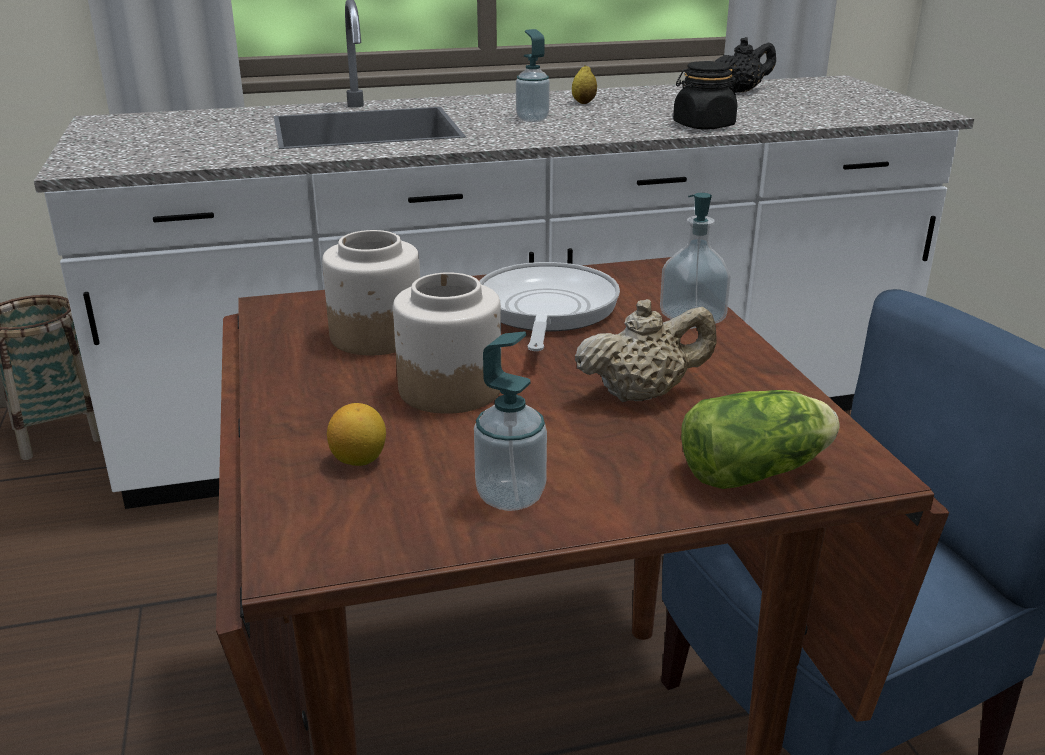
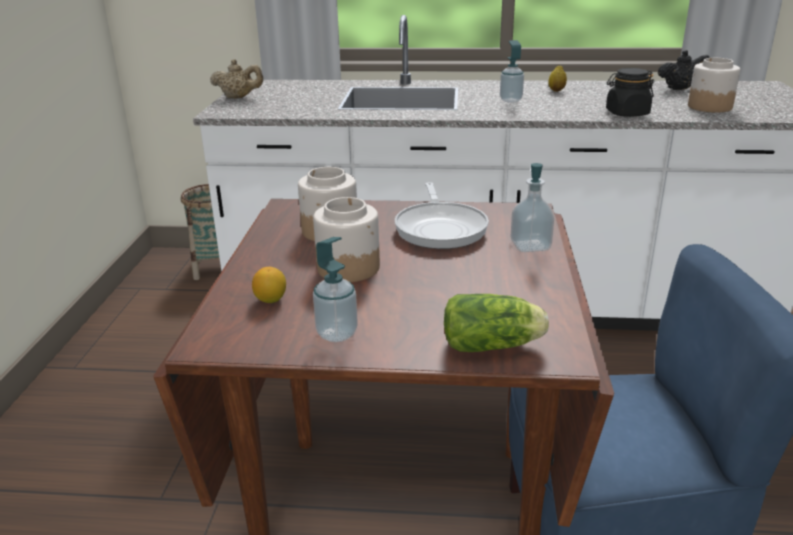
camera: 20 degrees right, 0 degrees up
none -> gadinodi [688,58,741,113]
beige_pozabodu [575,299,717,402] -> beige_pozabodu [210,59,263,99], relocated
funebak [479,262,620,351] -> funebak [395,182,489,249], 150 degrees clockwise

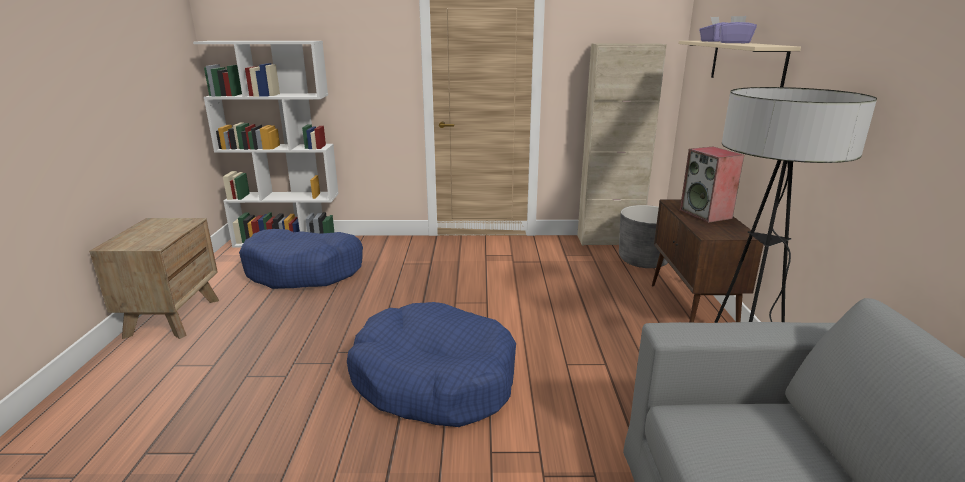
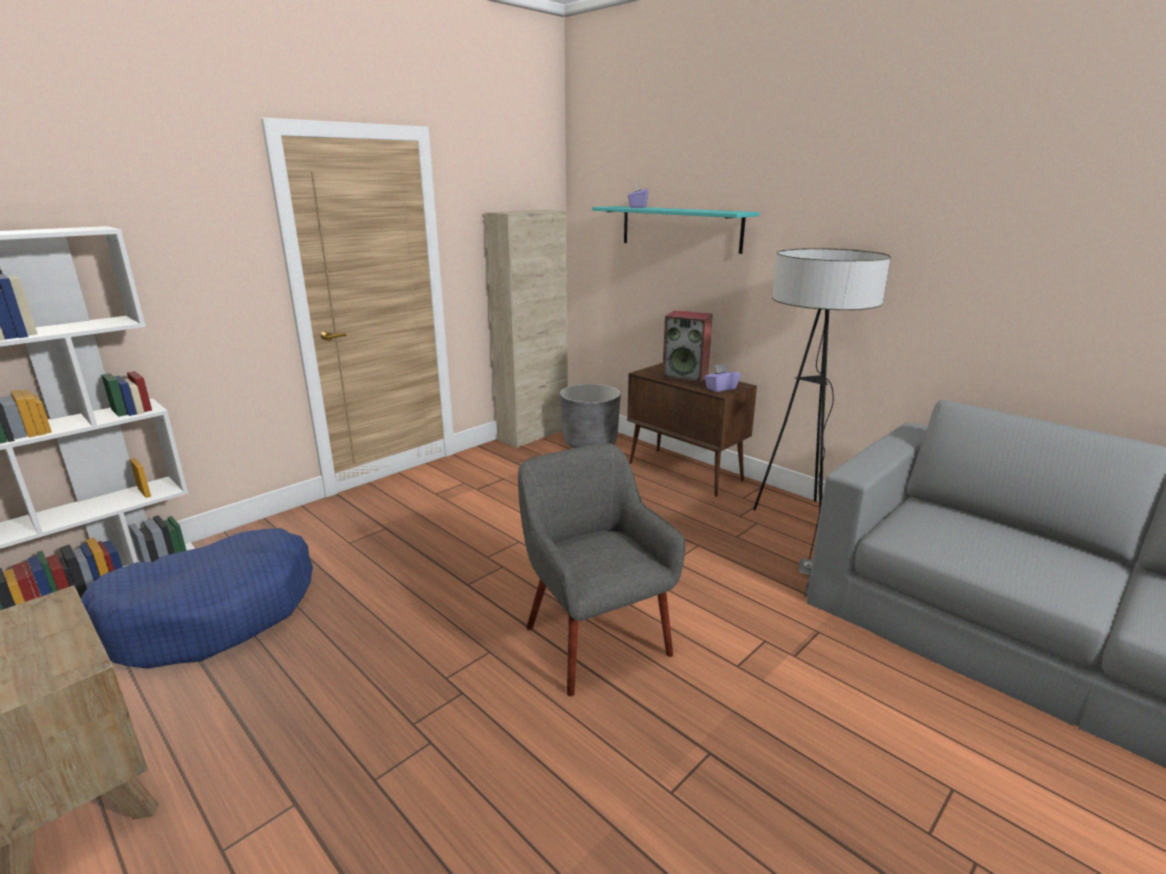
camera: 45 degrees left, 0 degrees up
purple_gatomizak [719,16,757,43] -> purple_gatomizak [704,363,741,392], relocated
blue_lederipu [347,302,516,427] -> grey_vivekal [518,443,685,696]
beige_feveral [678,41,801,87] -> turquoise_feveral [592,206,759,254]

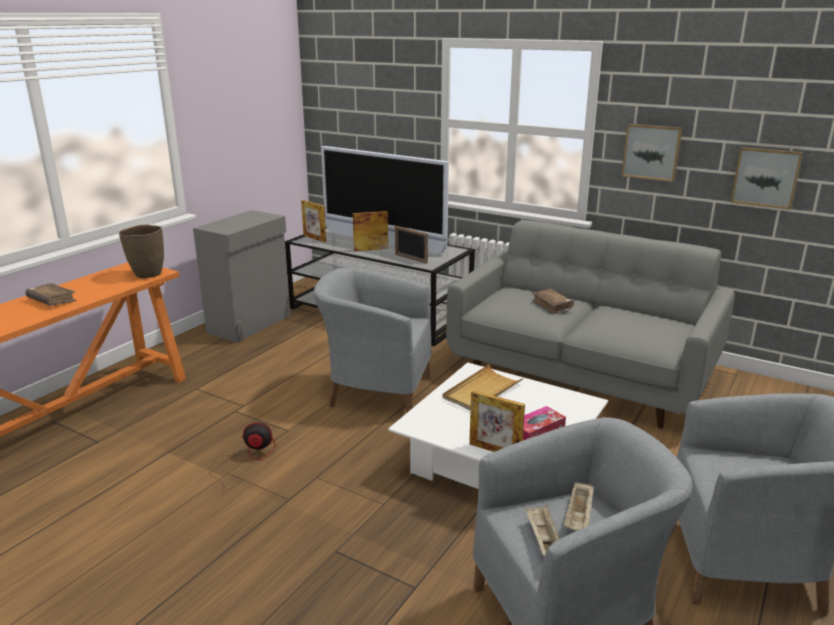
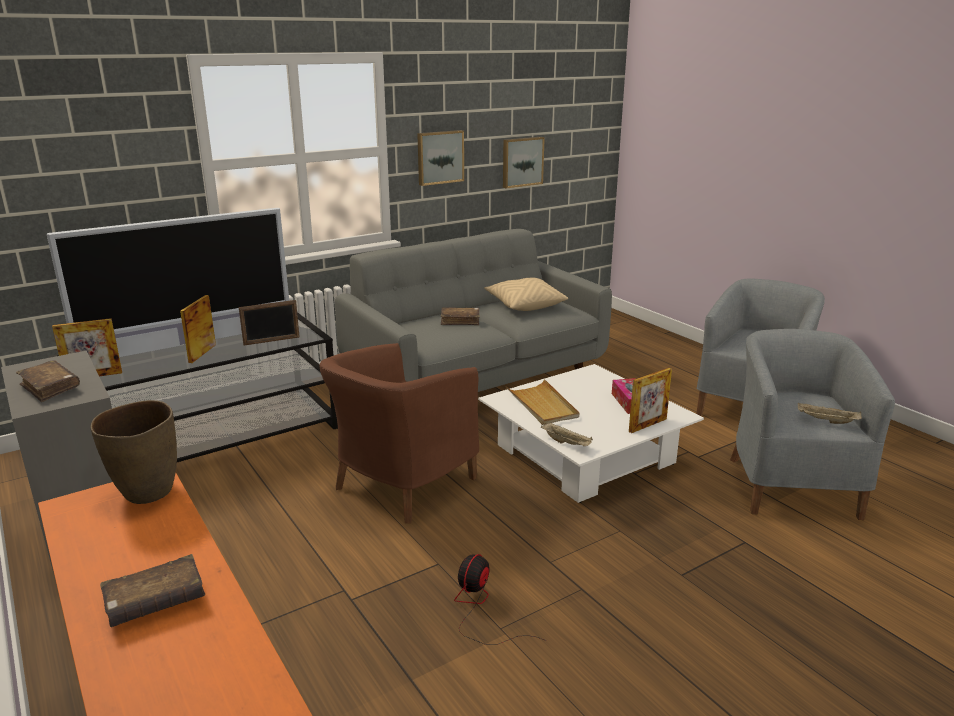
camera: 65 degrees left, 0 degrees up
none -> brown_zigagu [16,360,80,402]
none -> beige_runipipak [484,278,568,311]
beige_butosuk [564,480,594,530] -> beige_butosuk [541,422,593,446], relocated
grey_vivekal [314,268,431,412] -> brown_vivekal [319,343,479,524]

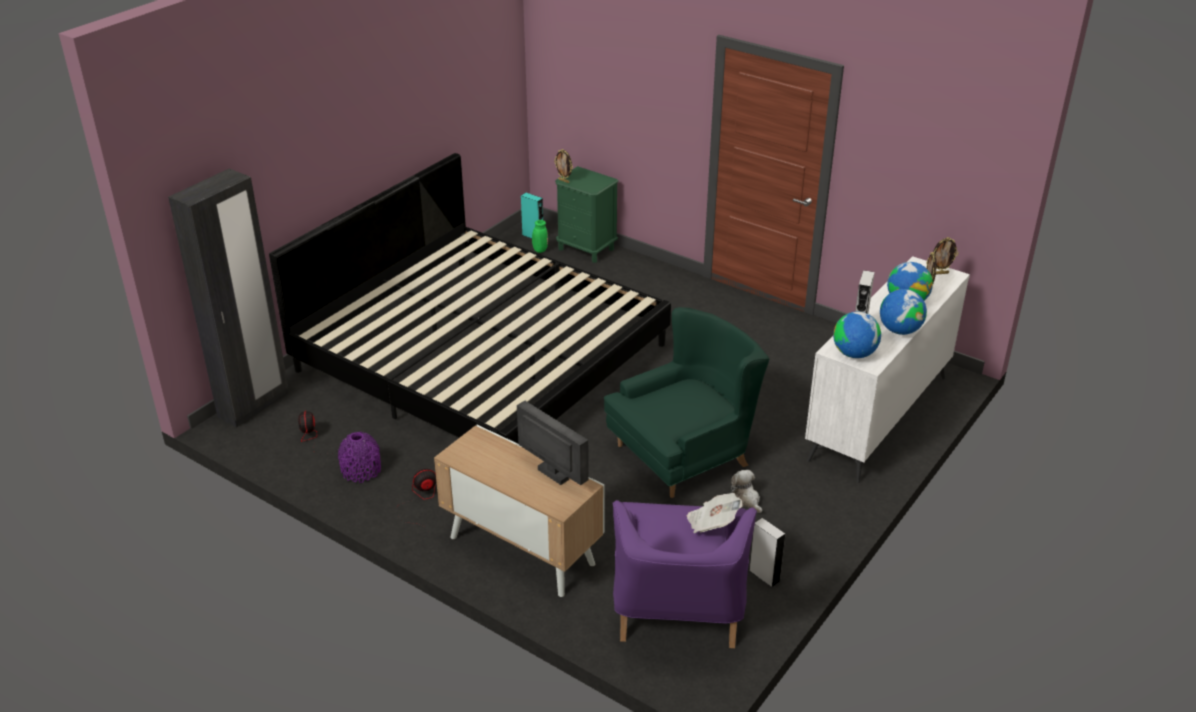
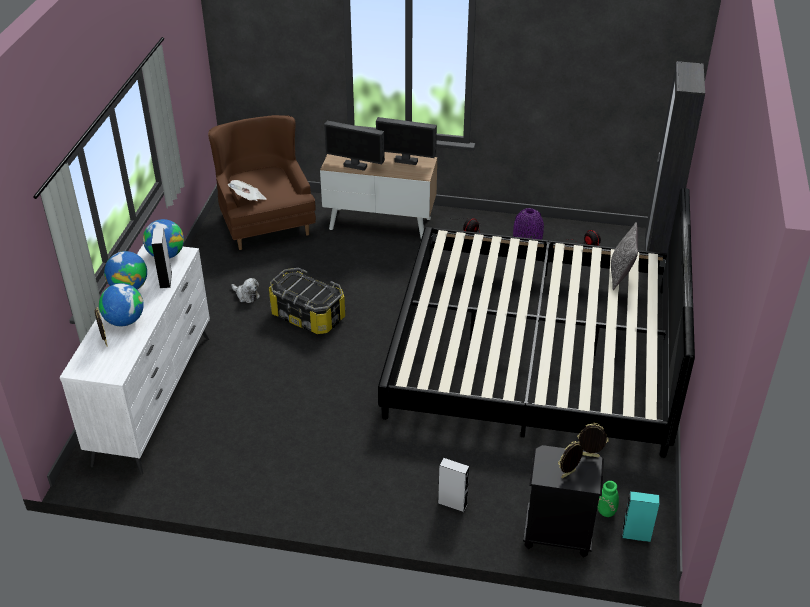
camera: 155 degrees right, 5 degrees up
none -> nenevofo [376,117,437,165]
none -> runipipak [611,222,638,290]
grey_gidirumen [749,518,785,588] -> grey_gidirumen [438,458,469,513], relocated
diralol [933,237,958,274] -> diralol [558,441,583,478], relocated
green_vivekal [604,307,770,498] -> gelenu [269,268,345,334]
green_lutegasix [555,166,619,263] -> black_lutegasix [523,445,604,558]
purple_vivekal [612,500,757,648] -> brown_vivekal [208,115,316,250]

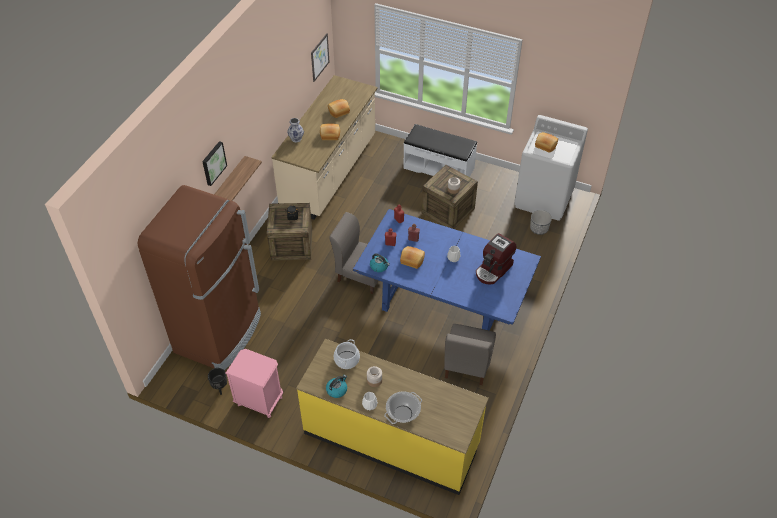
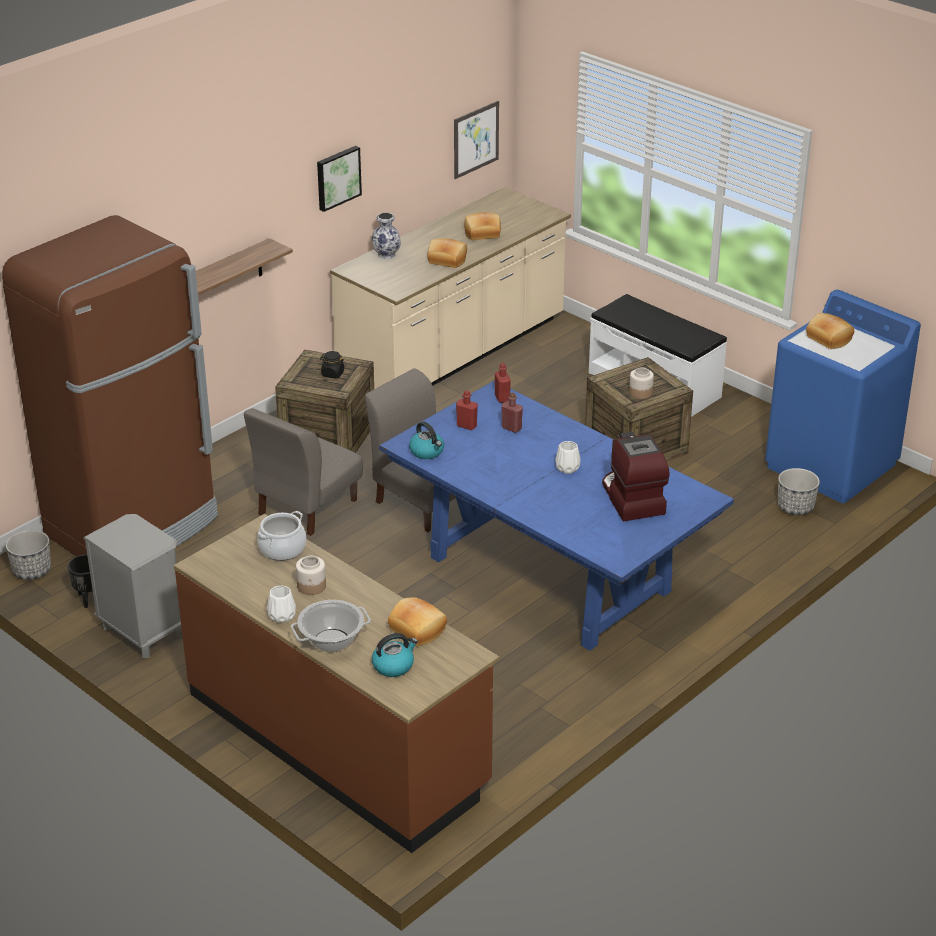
camera: 20 degrees right, 15 degrees down
none -> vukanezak [5,530,51,580]
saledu [202,141,227,186] -> saledu [317,146,362,212], relocated
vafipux [326,375,347,398] -> vafipux [372,633,418,677], relocated
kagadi [400,246,425,269] -> kagadi [388,597,447,646], relocated
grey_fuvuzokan [444,324,496,386] -> grey_fuvuzokan [244,408,363,536], relocated
pink_lutegasix [226,349,283,418] -> grey_lutegasix [83,514,183,658]
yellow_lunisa [296,339,489,495] -> brown_lunisa [174,514,499,853]
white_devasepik [514,115,588,221] -> blue_devasepik [765,290,921,503]
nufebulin [476,233,516,284] -> nufebulin [602,432,670,522], 105 degrees clockwise

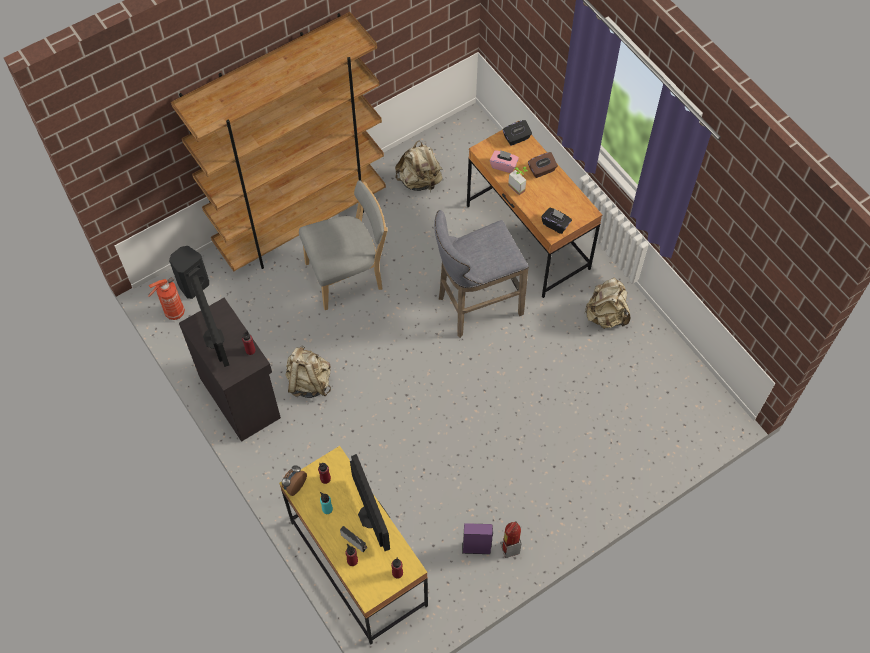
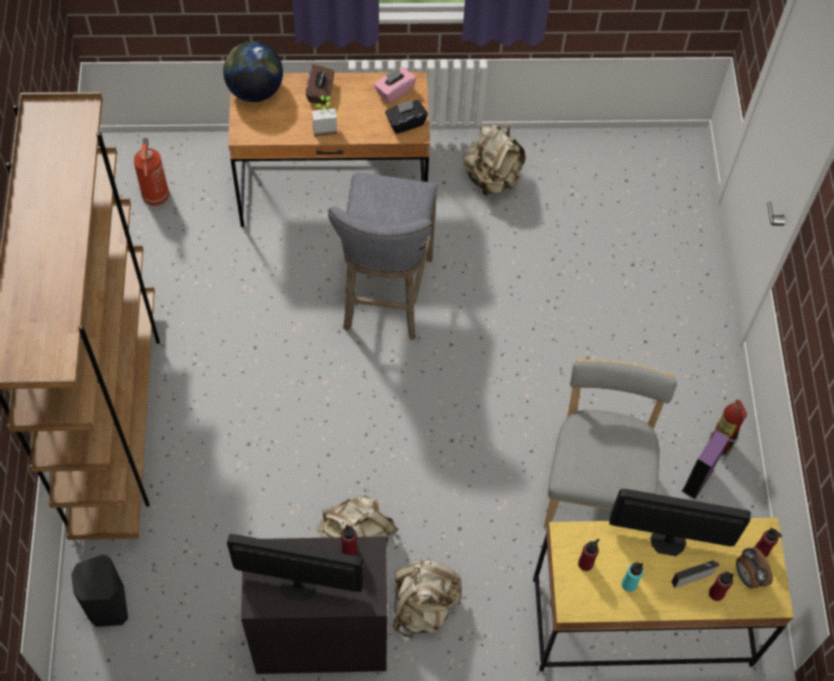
camera: 60 degrees left, 0 degrees up
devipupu [148,277,185,320] -> devipupu [134,138,170,206], relocated
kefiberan [282,465,307,496] -> kefiberan [736,547,773,589], relocated
grey_fuvuzokan [299,180,387,310] -> grey_fuvuzokan [544,358,677,528], relocated
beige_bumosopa [395,140,443,191] -> beige_bumosopa [393,559,462,637], relocated
pink_gatomizak [490,150,519,173] -> pink_gatomizak [374,67,416,104], relocated
black_gatomizak [503,120,532,146] -> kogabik [223,42,283,102]

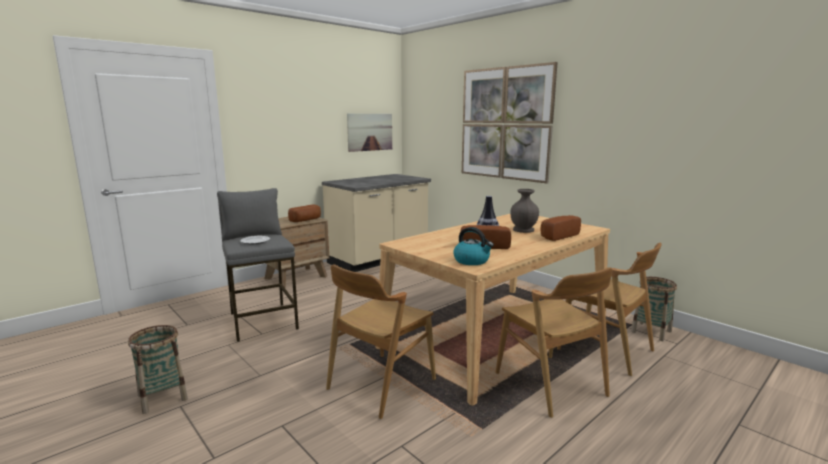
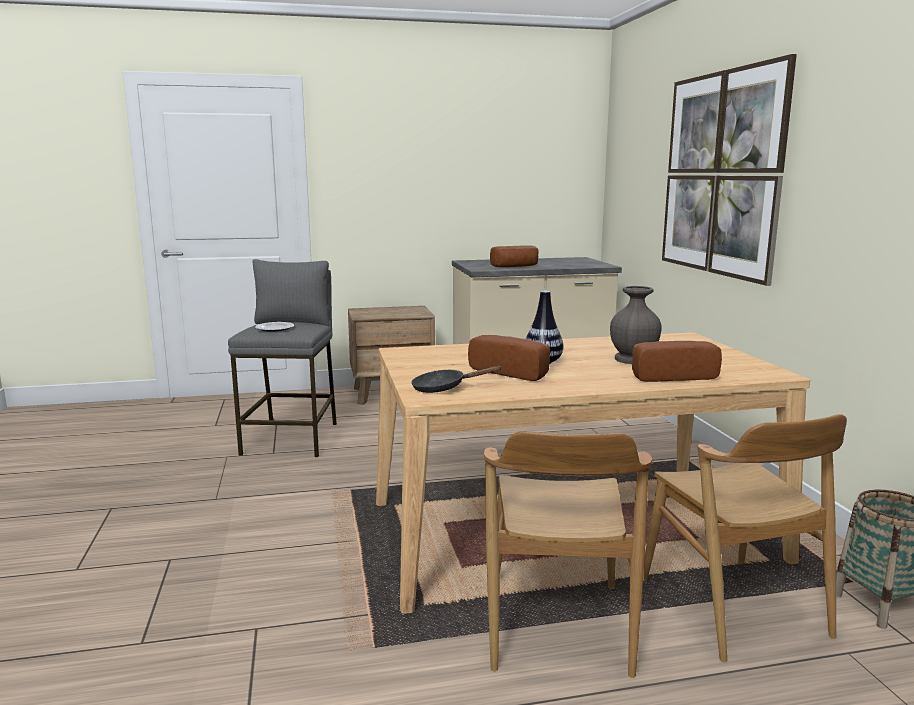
camera: 30 degrees right, 0 degrees up
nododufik [128,325,188,414] -> none
brown_fuvuzokan [326,264,436,419] -> none
saledu [347,113,392,152] -> none
kagadi [288,205,321,222] -> kagadi [490,245,539,267], relocated
vafipux [453,227,494,265] -> black_funebak [411,366,502,393]

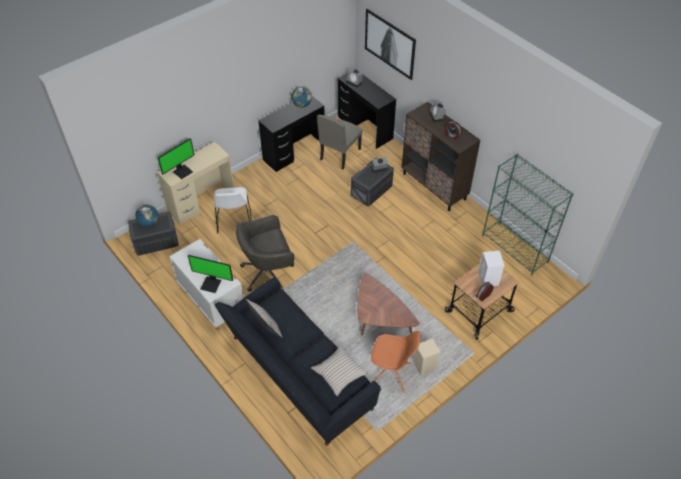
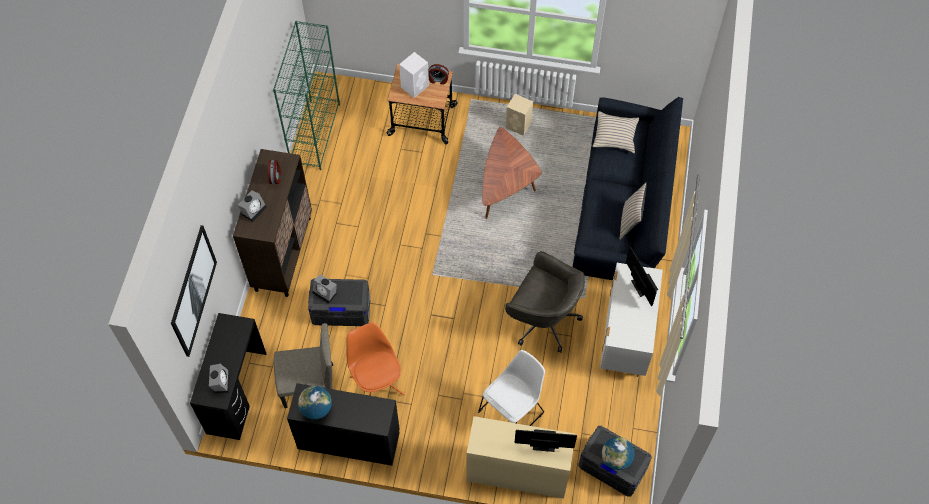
camera: 130 degrees left, 10 degrees up
orange_fuvuzokan [371,331,421,393] -> orange_fuvuzokan [346,322,405,396], relocated

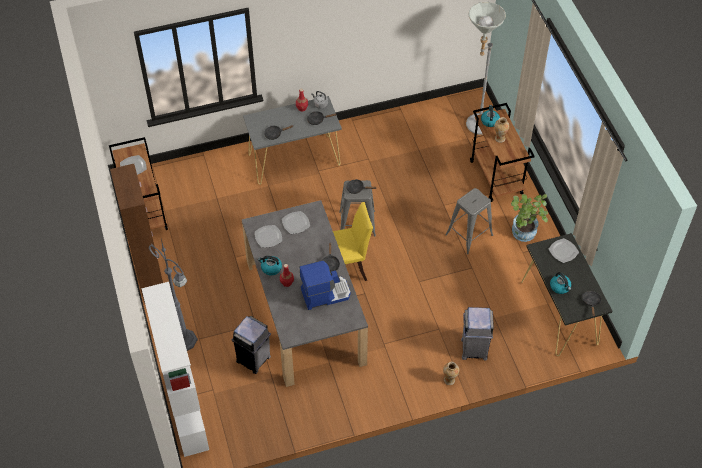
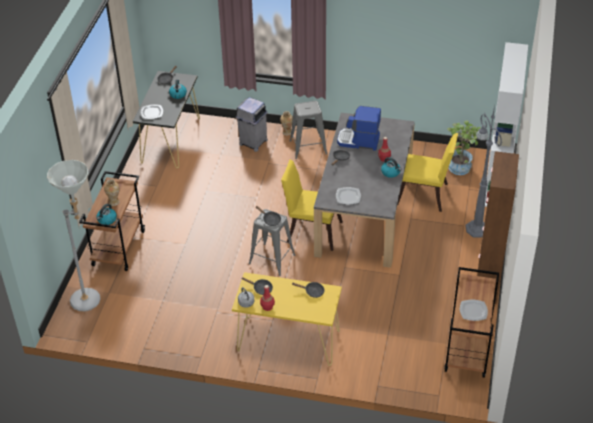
camera: 150 degrees left, 10 degrees down
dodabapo [255,225,282,248] -> none
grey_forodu [445,188,493,254] -> grey_forodu [290,101,327,159], relocated
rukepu [511,194,548,242] -> rukepu [447,121,481,175], relocated
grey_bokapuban [232,316,271,374] -> yellow_fuvuzokan [397,133,458,212]
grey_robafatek [243,96,342,185] -> yellow_robafatek [232,272,342,366]

